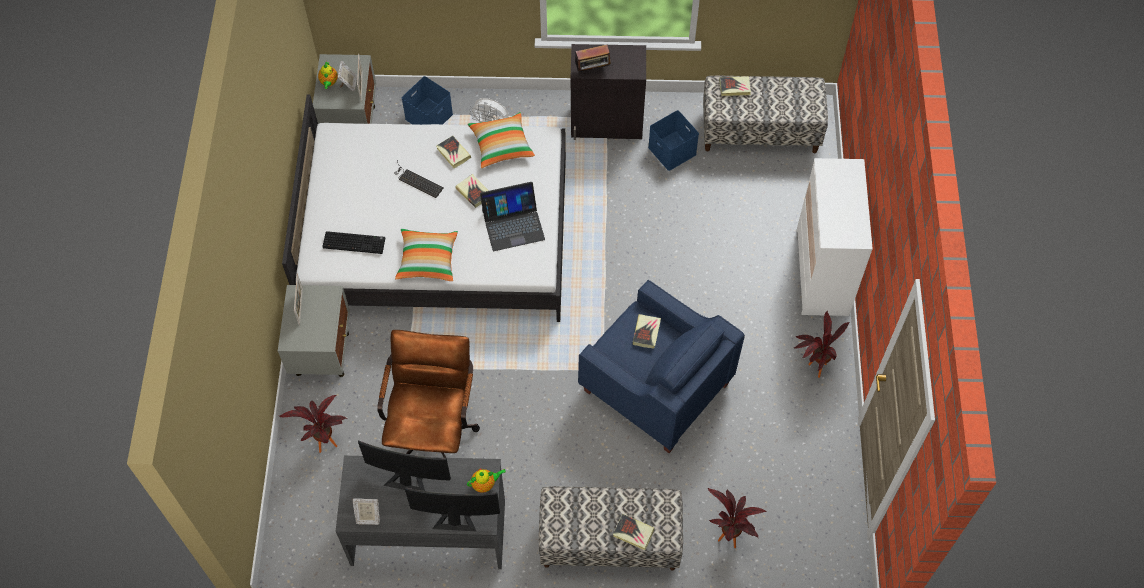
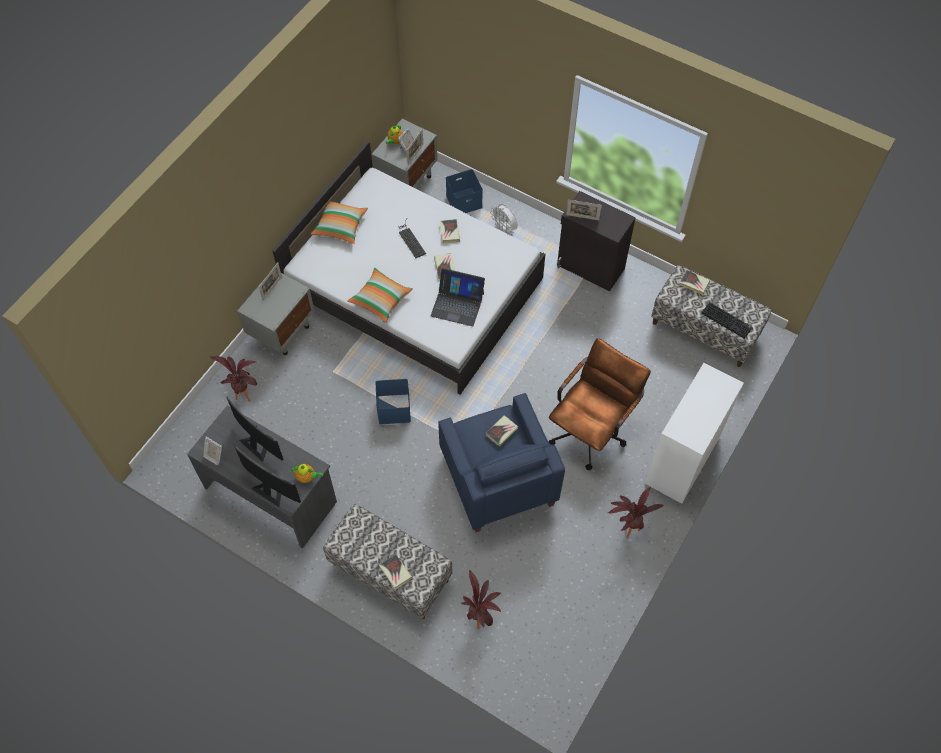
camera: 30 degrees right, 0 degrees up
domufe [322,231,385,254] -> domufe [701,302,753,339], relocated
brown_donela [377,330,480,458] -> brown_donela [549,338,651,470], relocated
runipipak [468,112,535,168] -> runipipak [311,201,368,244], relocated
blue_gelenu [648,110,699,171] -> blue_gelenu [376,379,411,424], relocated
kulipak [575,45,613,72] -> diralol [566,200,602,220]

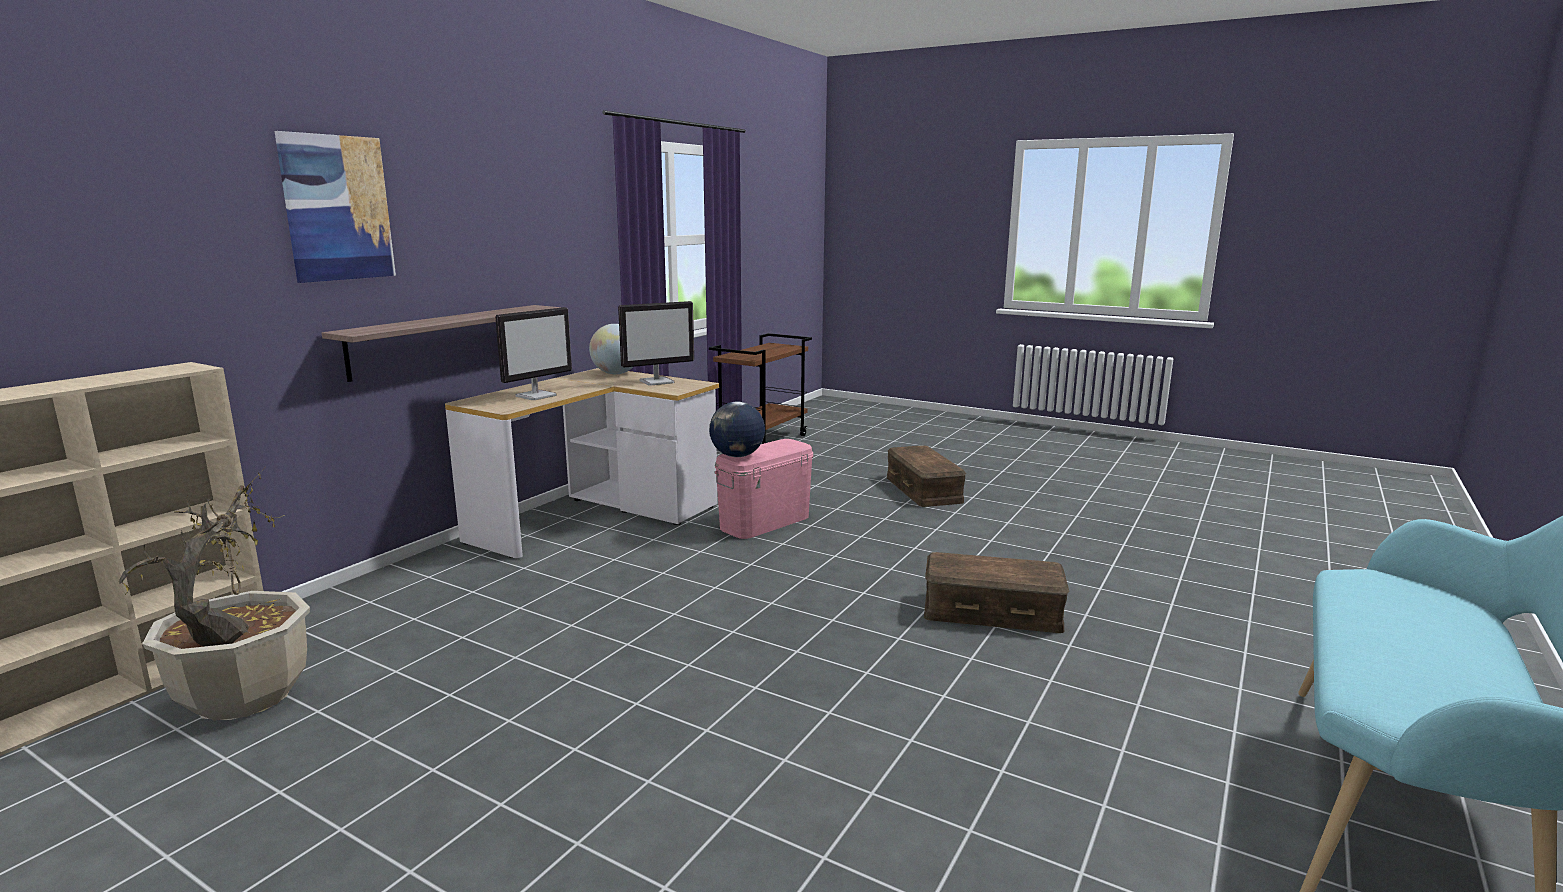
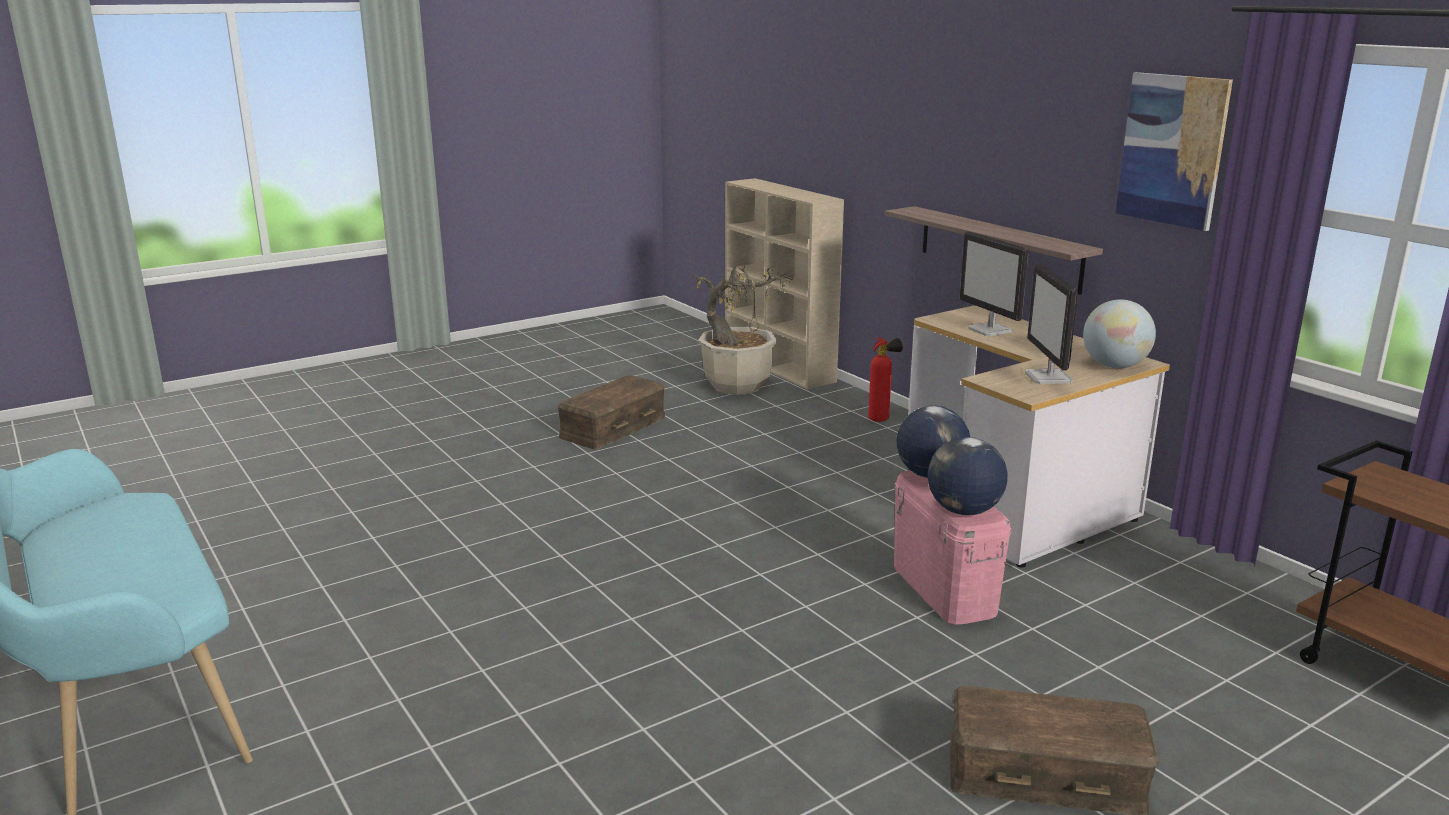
camera: 115 degrees right, 5 degrees up
none -> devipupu [868,338,903,422]
none -> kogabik [928,437,1008,515]
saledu [275,131,396,283] -> saledu [1115,72,1233,231], relocated
brown_gelenu [924,552,1069,633] -> brown_gelenu [557,375,665,450], relocated

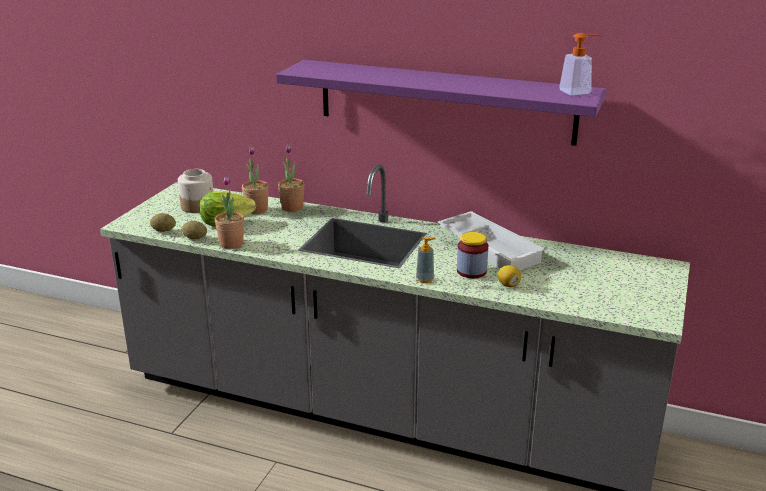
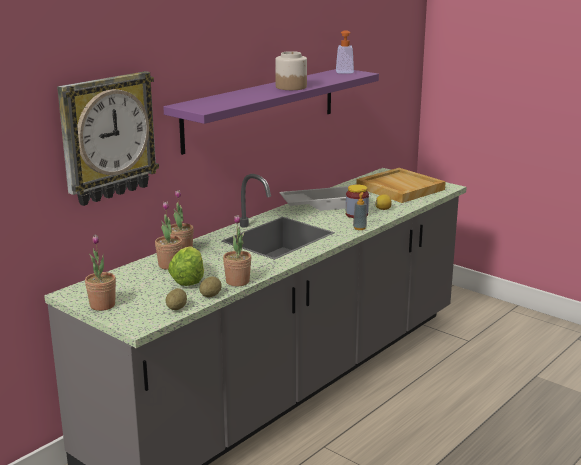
camera: 70 degrees left, 5 degrees down
none -> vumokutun [57,71,159,206]
none -> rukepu [85,234,116,311]
none -> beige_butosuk [356,168,446,203]
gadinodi [178,169,214,213] -> gadinodi [275,51,307,90], relocated

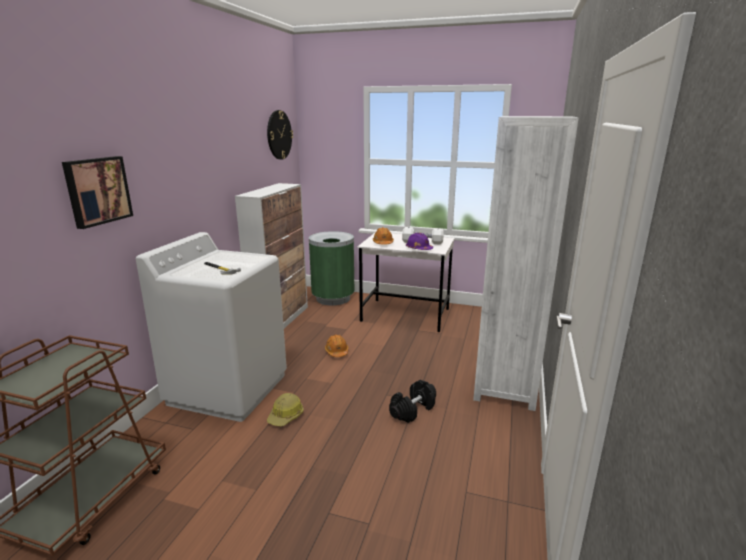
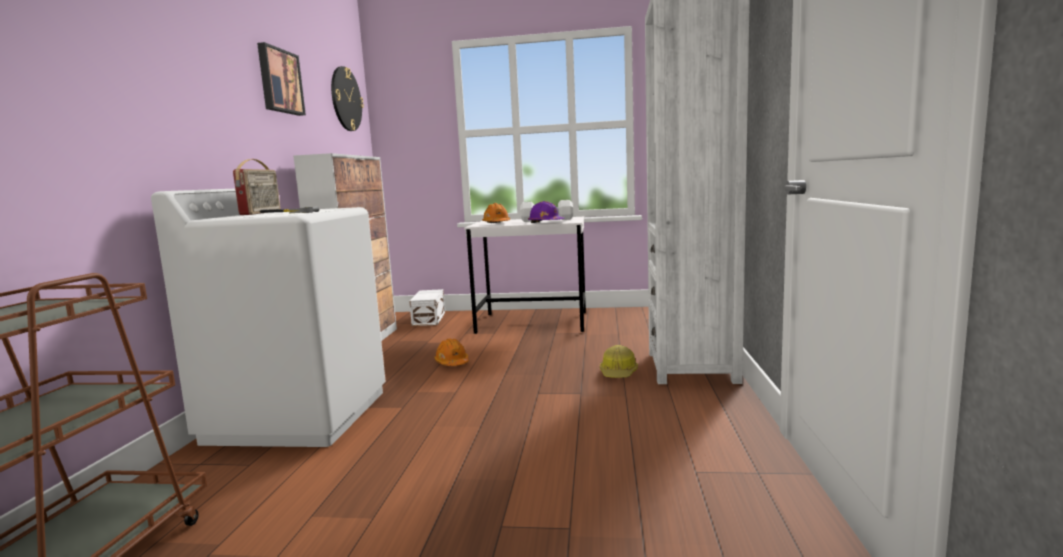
camera: 10 degrees left, 10 degrees down
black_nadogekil [389,380,436,423] -> none
none -> kulipak [233,159,281,215]
saledu [62,156,133,229] -> saledu [257,42,306,116], relocated
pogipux [267,393,304,427] -> pogipux [600,345,638,378], relocated
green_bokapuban [309,231,355,305] -> white_gelenu [409,289,445,326]

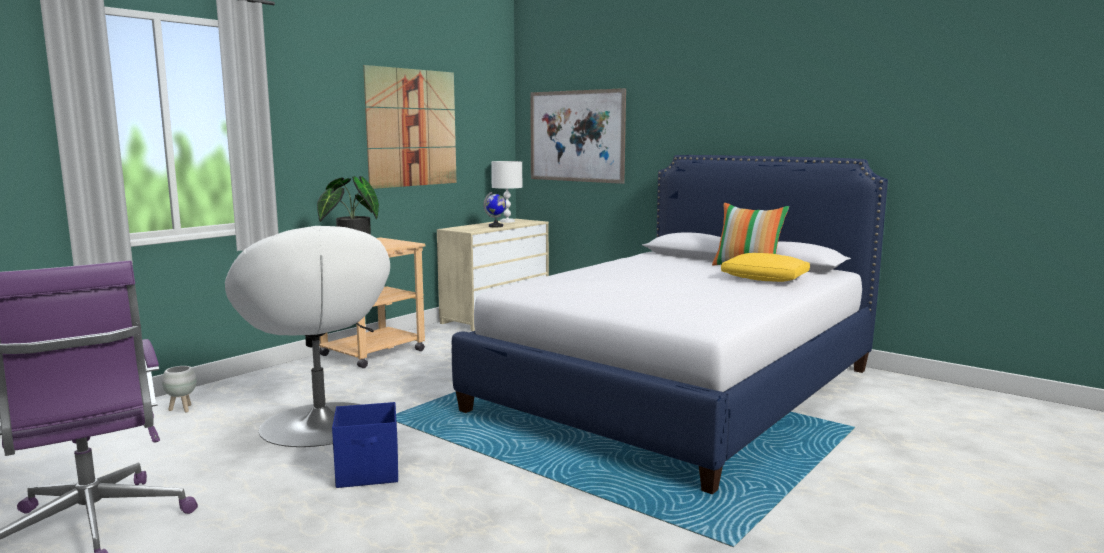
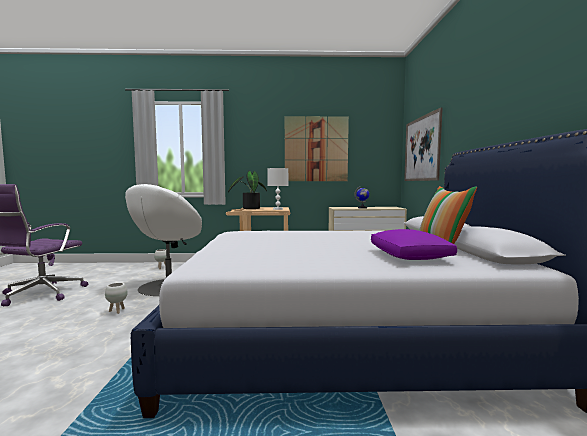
camera: 50 degrees right, 5 degrees down
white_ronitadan [491,161,522,223] -> white_ronitadan [267,168,288,210], relocated
blue_gelenu [332,402,398,488] -> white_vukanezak [105,283,128,314]
yellow_runipipak [721,253,810,282] -> purple_runipipak [371,229,457,260]

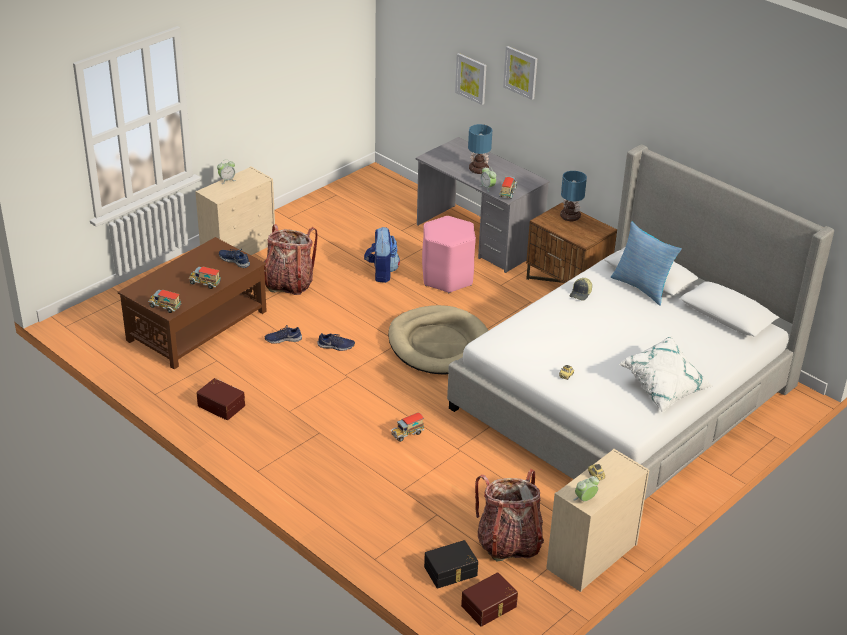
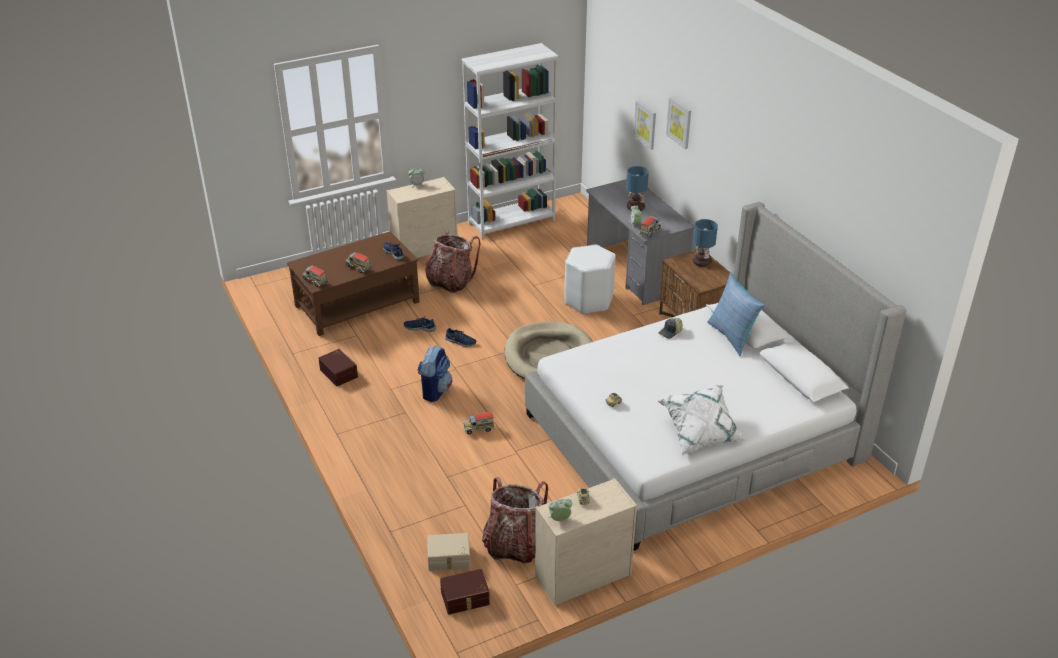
camera: 20 degrees right, 0 degrees up
none -> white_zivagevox [462,43,558,239]
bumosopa [364,227,400,283] -> bumosopa [418,346,452,402], relocated
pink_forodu [422,216,476,293] -> white_forodu [564,245,616,314]
black_gelenu [424,540,478,589] -> beige_gelenu [427,533,471,571]

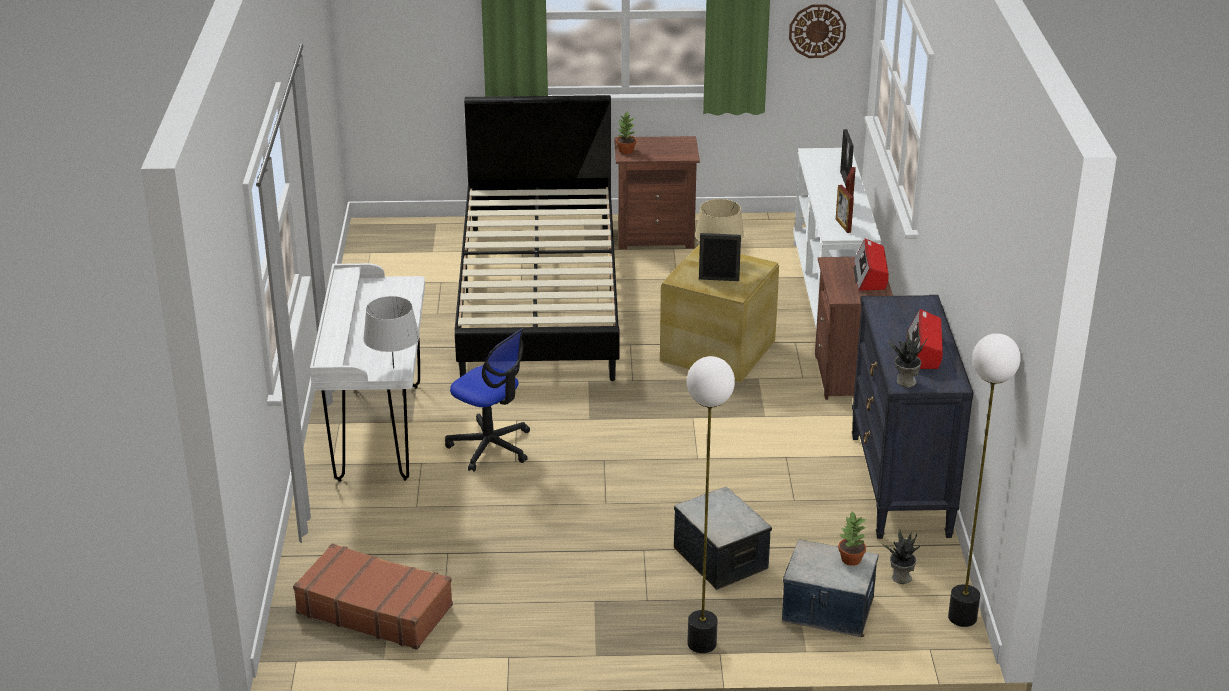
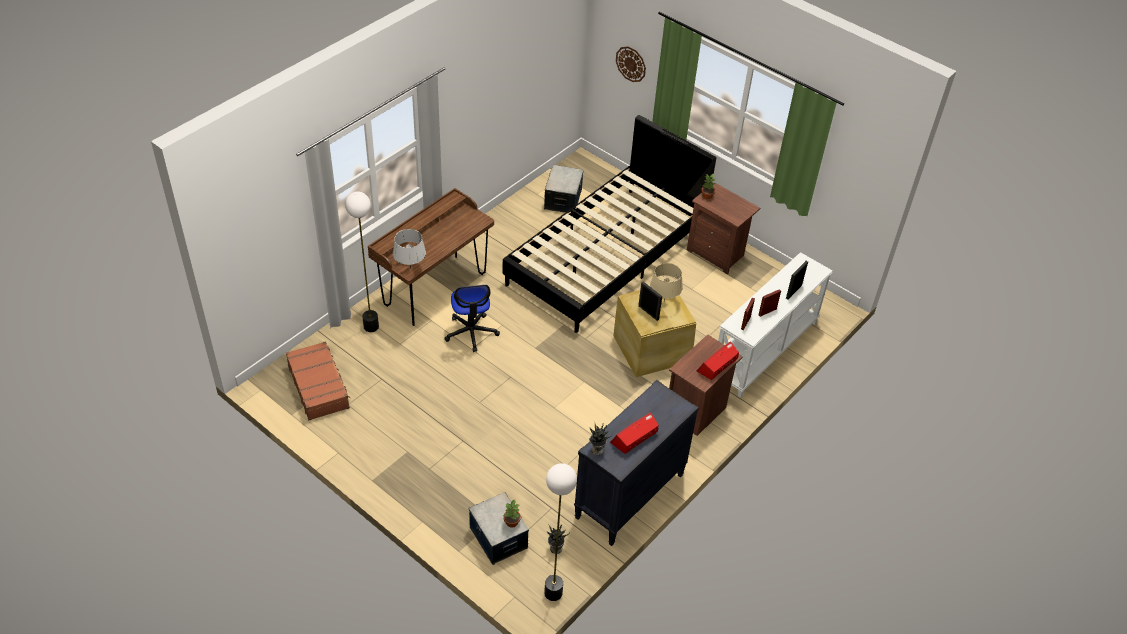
camera: 40 degrees right, 15 degrees up
gelenu [674,487,772,590] -> gelenu [544,165,584,213], relocated
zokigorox [687,356,735,653] -> zokigorox [345,191,379,332], relocated
vumokutun [789,4,846,58] -> vumokutun [616,46,646,82], relocated
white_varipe [310,263,425,482] -> brown_varipe [368,188,494,326]

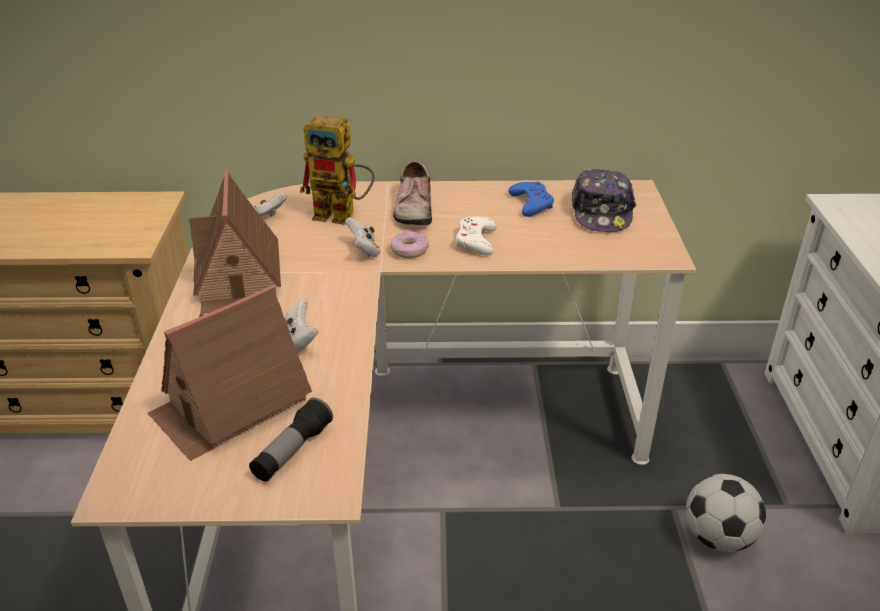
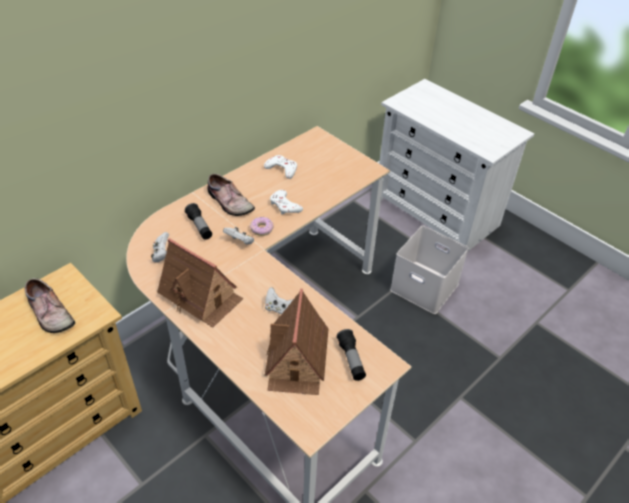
camera: 45 degrees left, 10 degrees up
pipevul [572,168,636,232] -> none
none -> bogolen [25,278,75,333]
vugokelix [300,115,375,225] -> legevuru [185,203,212,240]
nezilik [686,474,766,552] -> white_gelenu [390,226,469,314]
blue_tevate [508,181,554,217] -> white_tevate [264,155,297,179]

